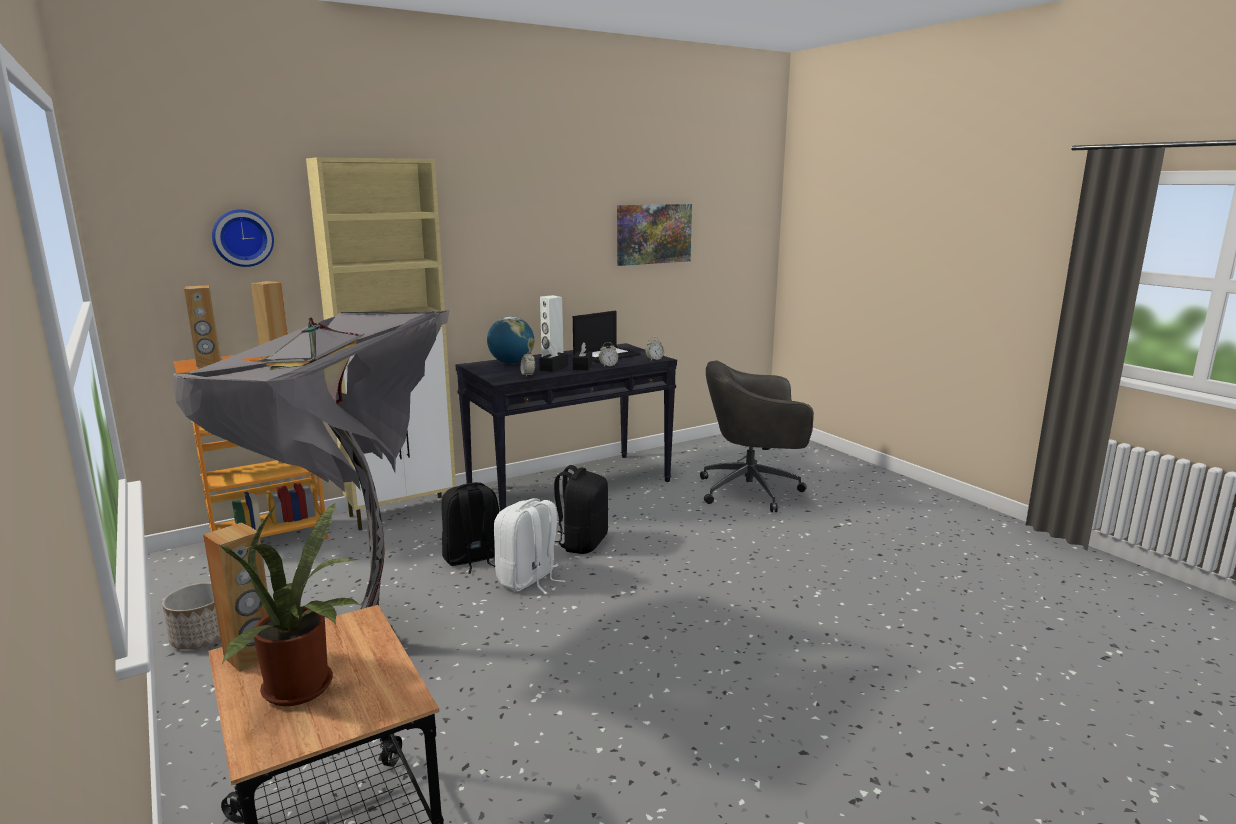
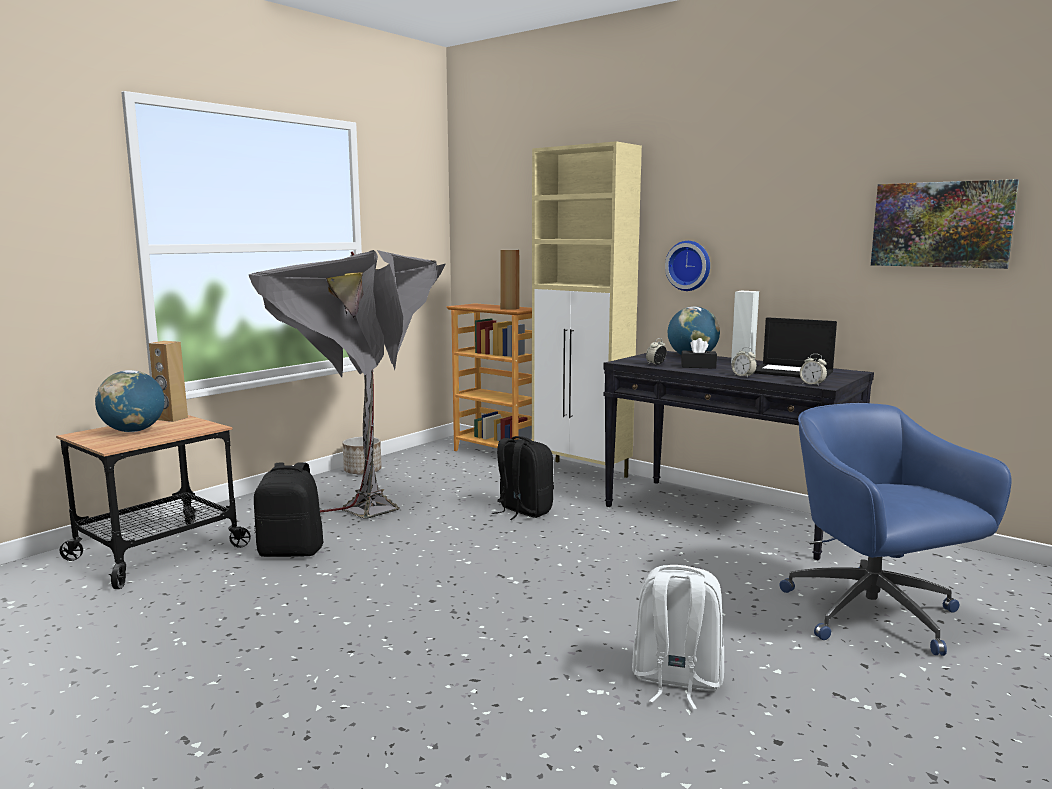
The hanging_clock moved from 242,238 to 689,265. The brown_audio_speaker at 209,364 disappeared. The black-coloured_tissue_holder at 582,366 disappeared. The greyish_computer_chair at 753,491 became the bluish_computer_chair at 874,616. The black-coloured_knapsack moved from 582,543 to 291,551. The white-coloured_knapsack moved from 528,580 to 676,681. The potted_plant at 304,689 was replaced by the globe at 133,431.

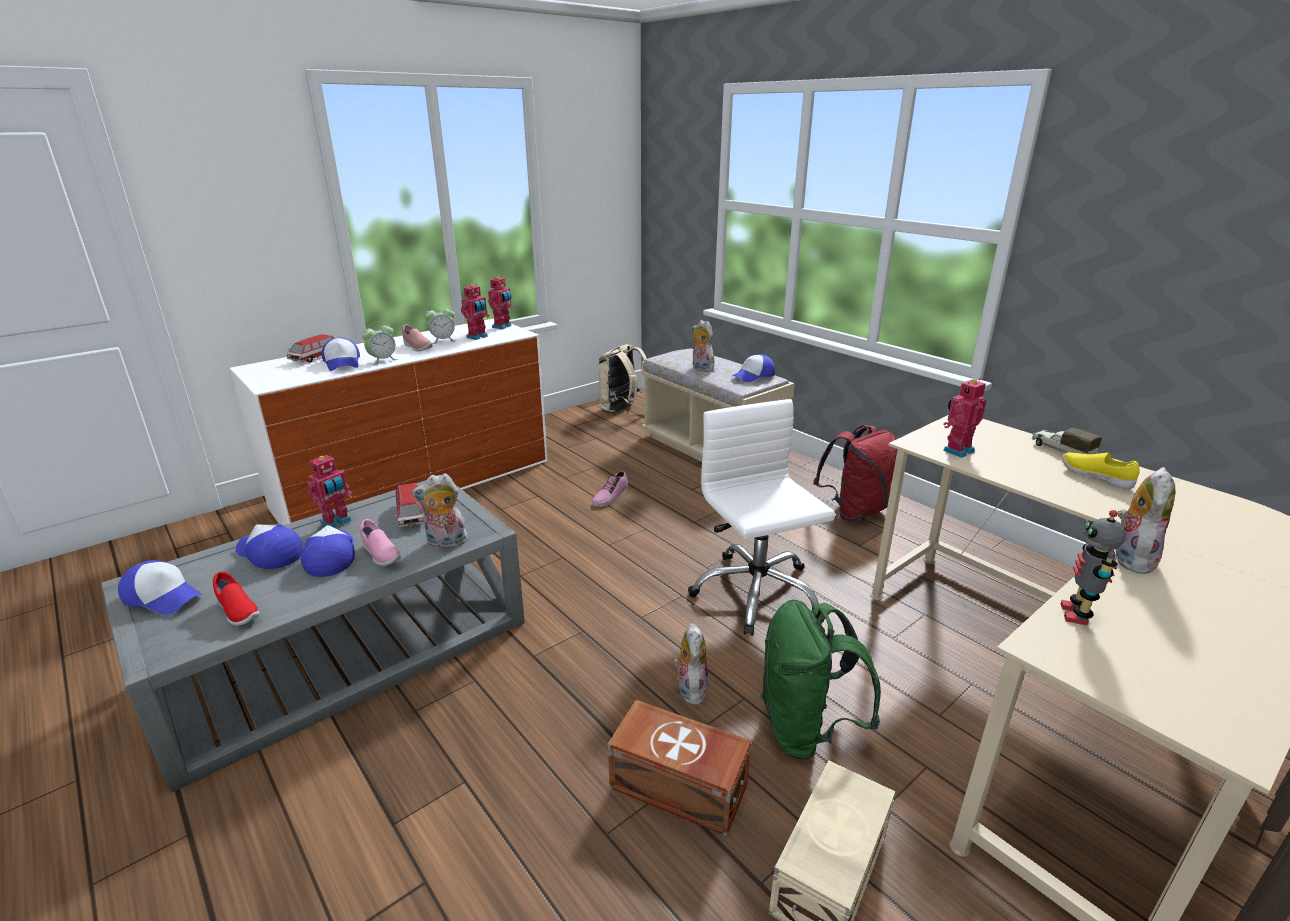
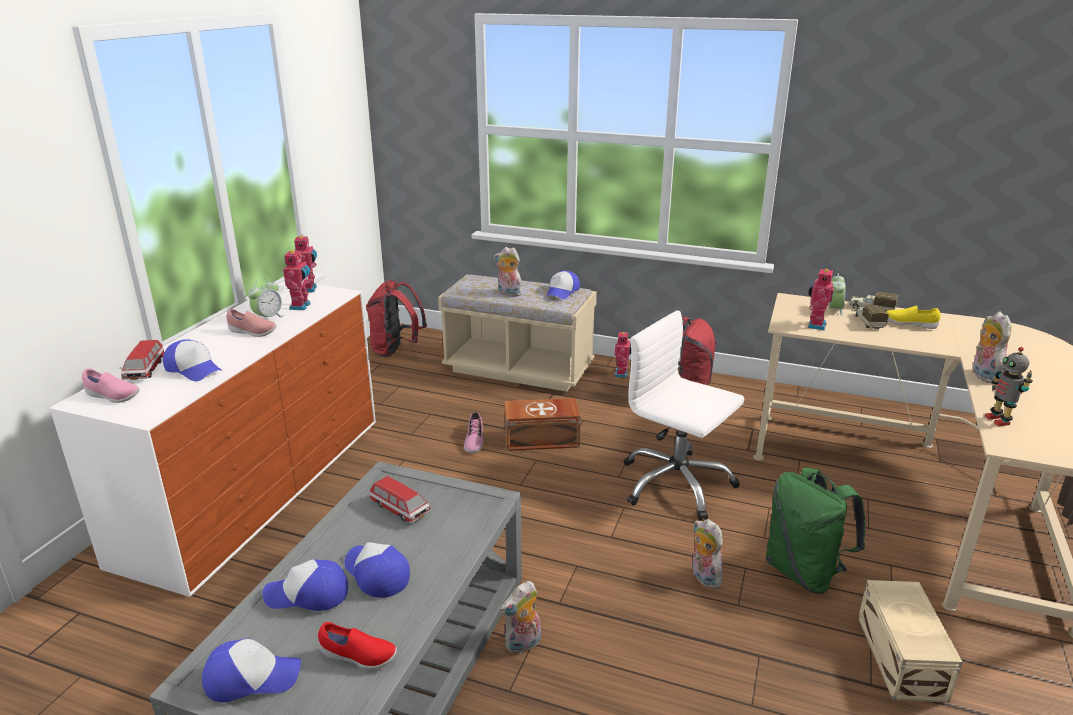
The bedside_clock moved from 382,360 to 834,310. The beige-coloured_knapsack at 623,410 became the reddish_knapsack at 396,350. The robot_figure moved from 337,522 to 622,374. The cuddly_toy moved from 445,543 to 523,645. The pink_shoe moved from 380,554 to 112,396. The brown_storage_container moved from 679,788 to 542,440. The toy_lorry at 868,322 appeared.

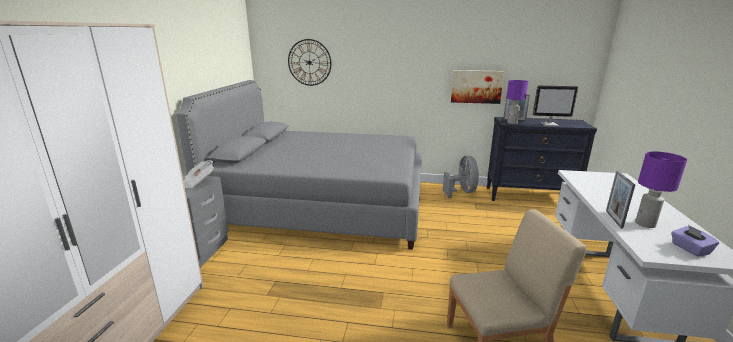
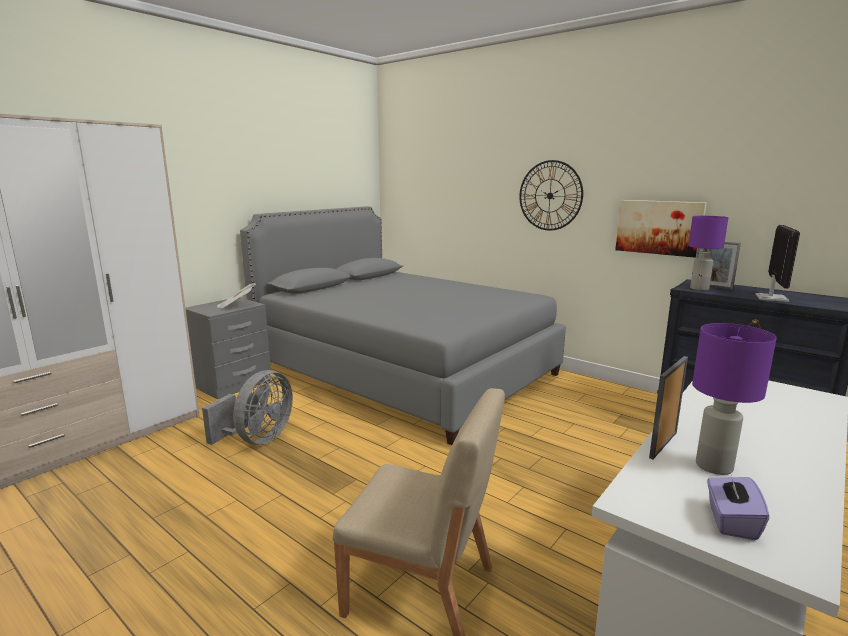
The hanging_clock moved from 309,62 to 550,195. The computer_display at 550,124 turned 105 degrees counterclockwise. The greyish_fan moved from 462,192 to 258,439.

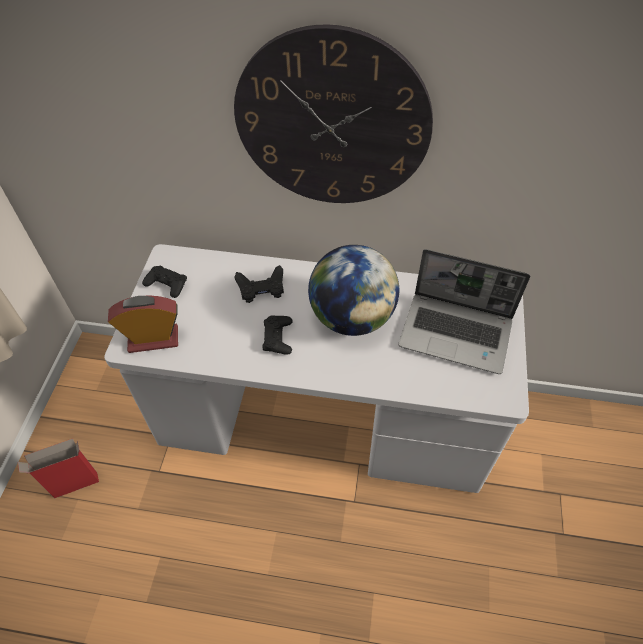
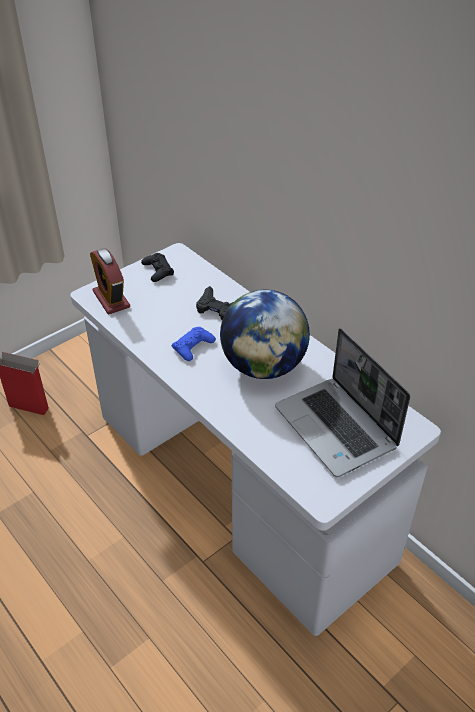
The hanging_clock at 332,123 disappeared. The bedside_clock at 153,339 turned 150 degrees counterclockwise. The black-coloured_gamepad at 278,337 became the bluish_gamepad at 193,347.

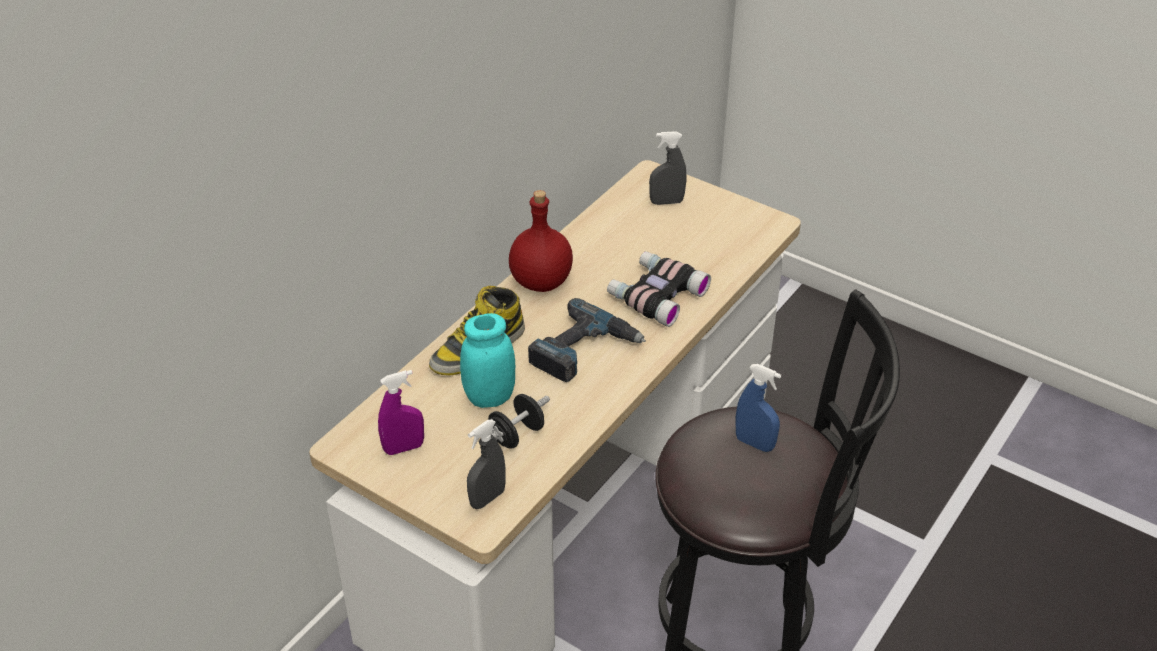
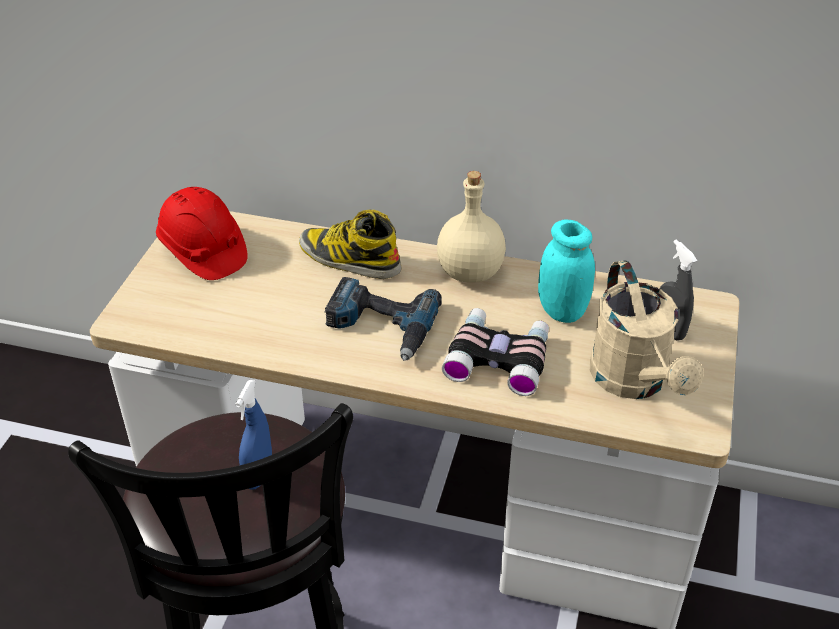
The reddish_drink_bottle at 542,282 became the beige-coloured_drink_bottle at 469,273. The turquoise_jar moved from 489,397 to 562,311. The purple-coloured_spray_bottle at 404,448 was replaced by the reddish_hard_hat at 203,251. The black-coloured_free_weight at 516,435 disappeared. The greyish_spray_bottle at 487,498 disappeared. The beige-coloured_watering_pot at 635,382 appeared.

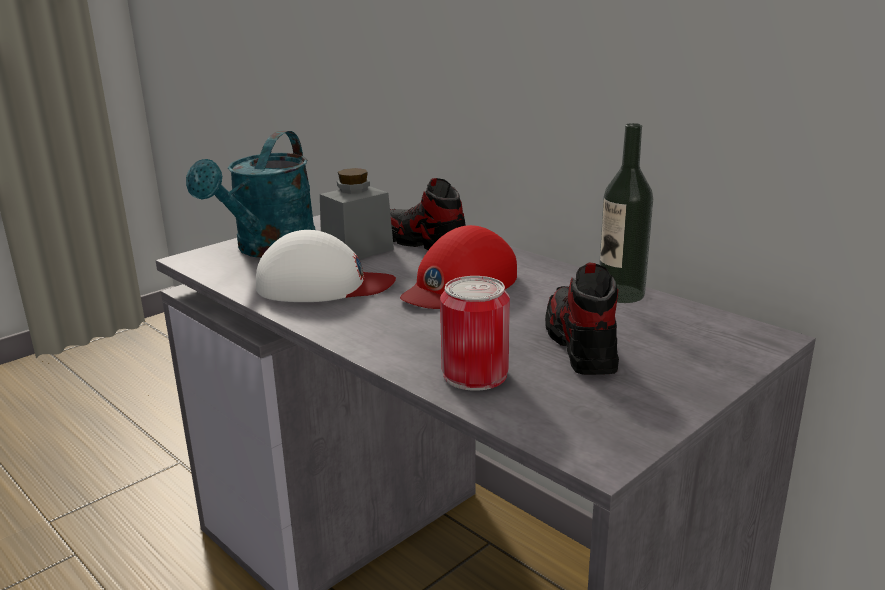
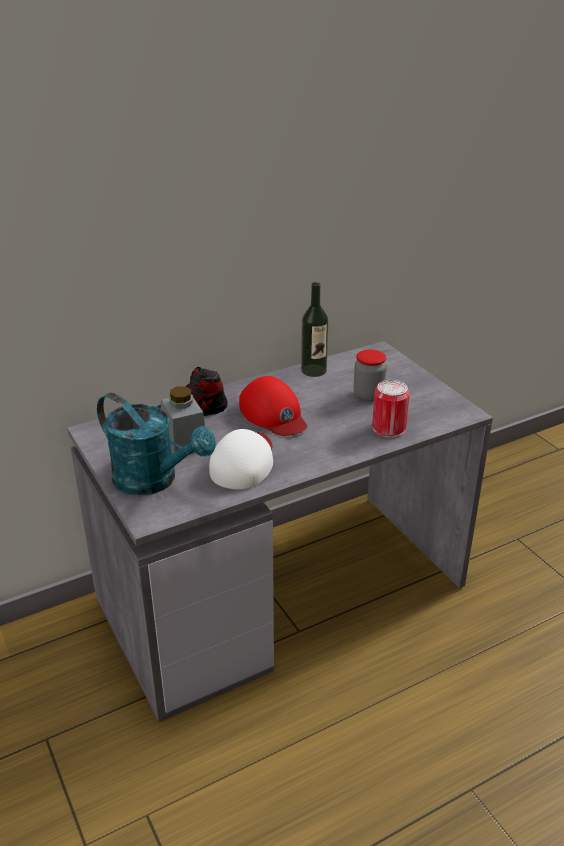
The shoe at 580,345 was replaced by the jar at 368,395.

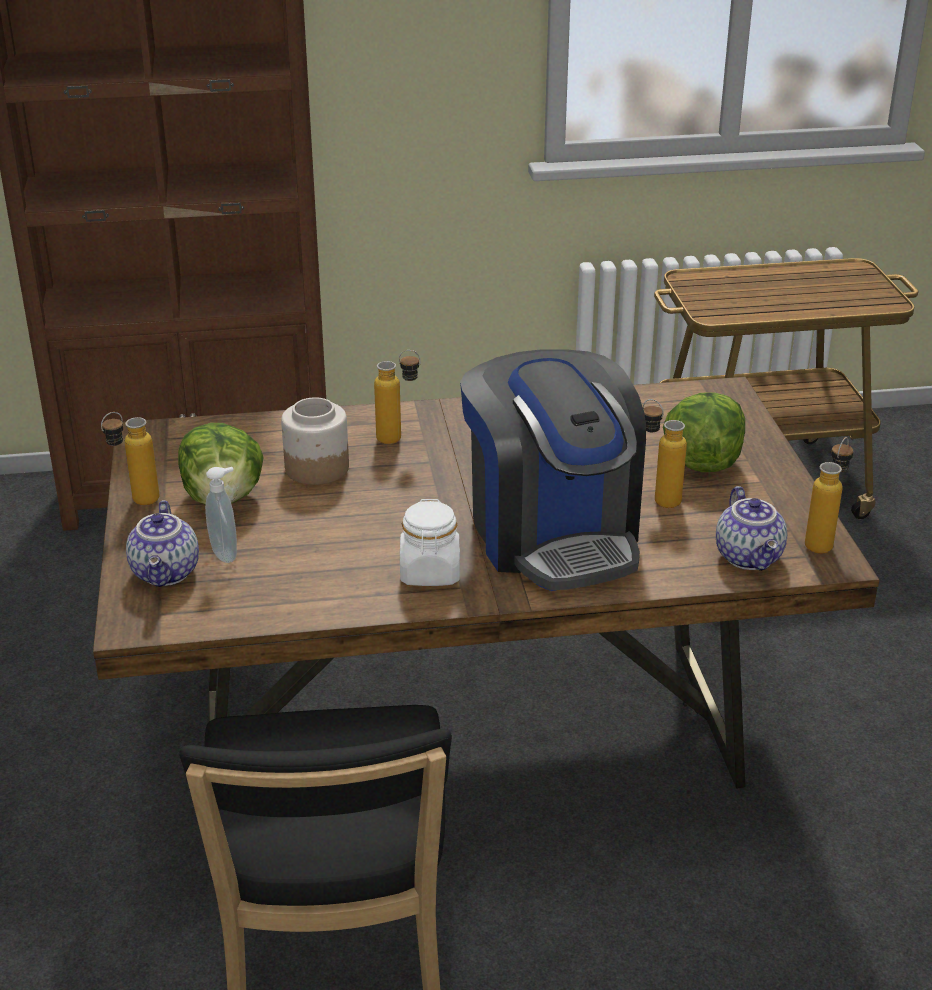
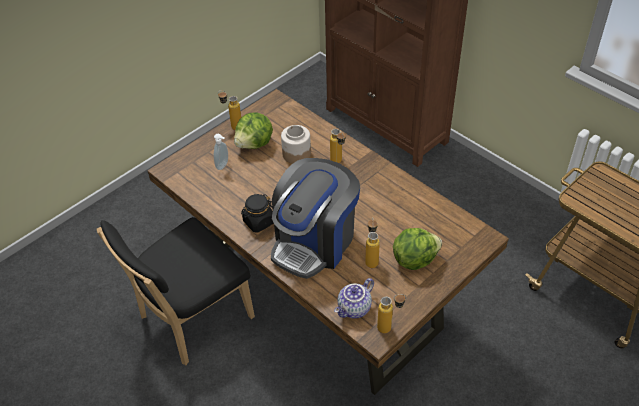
The white-coloured_jar at 430,572 became the black-coloured_jar at 258,222. The teapot at 167,573 disappeared.

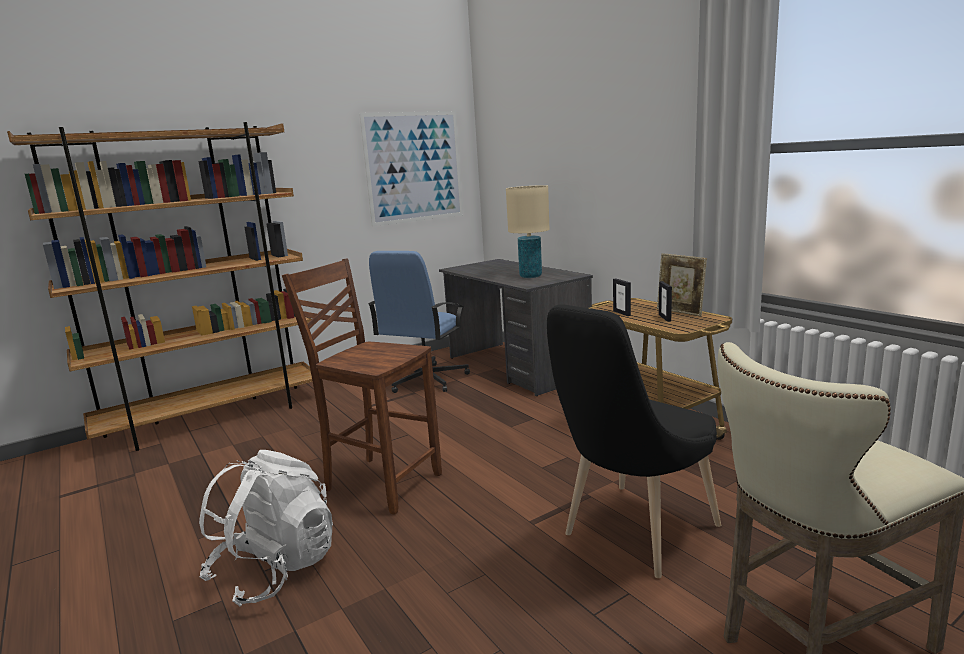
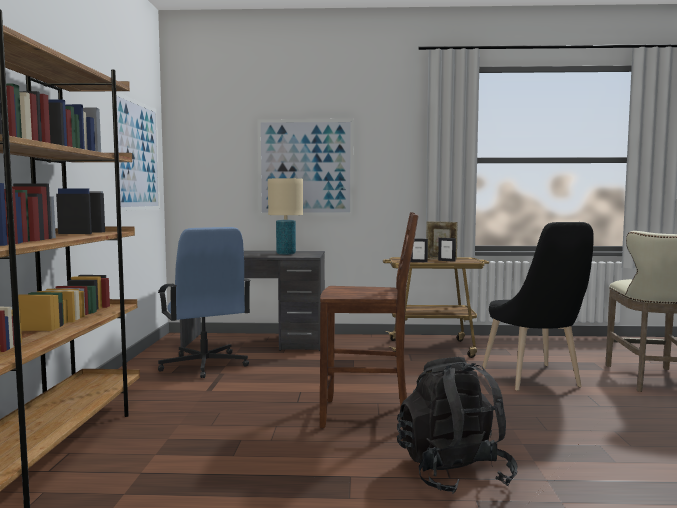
The brown_upright_chair at 381,482 turned 150 degrees counterclockwise. The white-coloured_knapsack at 275,569 became the black-coloured_knapsack at 453,473. The picture at 305,167 appeared.

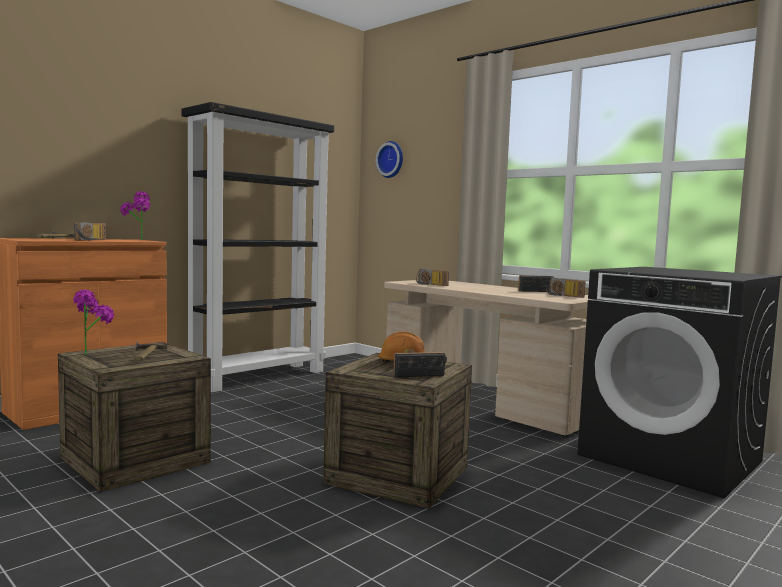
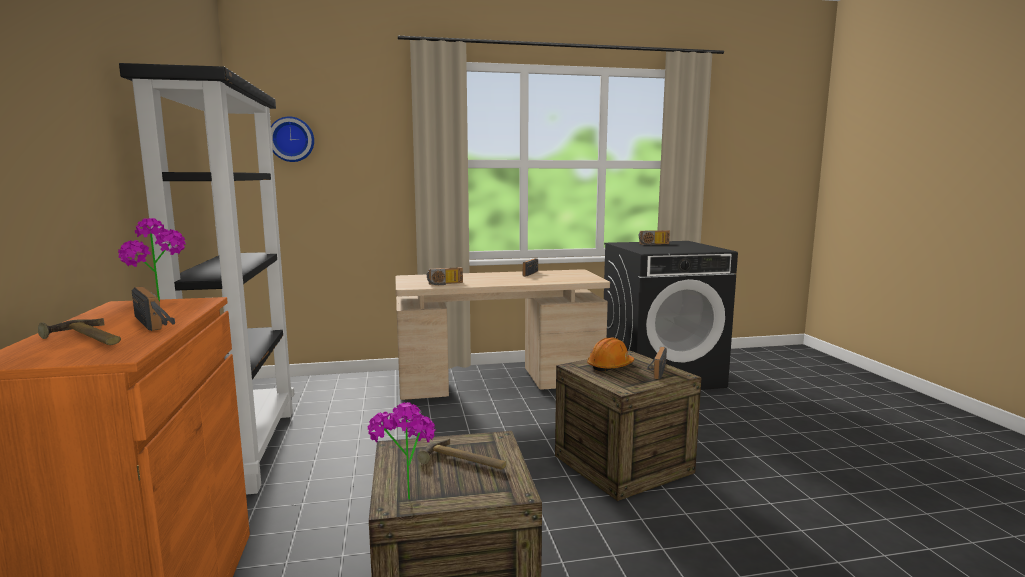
The radio_receiver moved from 563,295 to 654,244.

